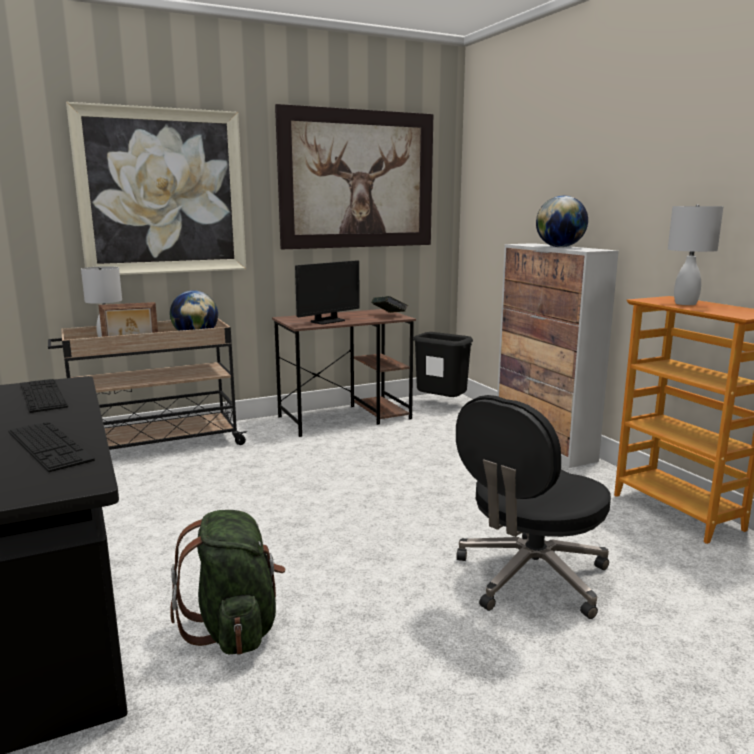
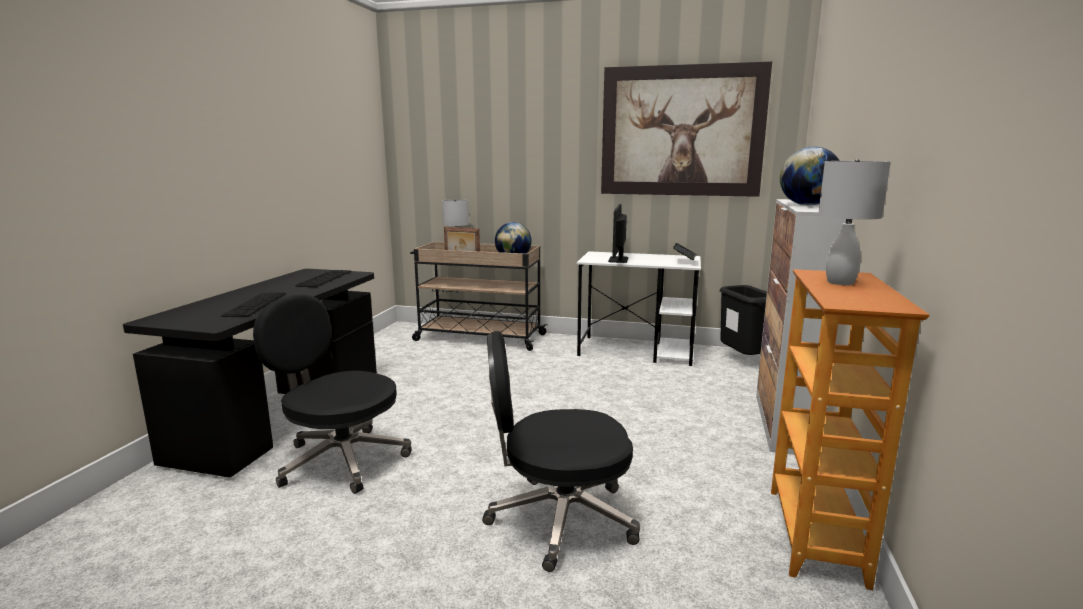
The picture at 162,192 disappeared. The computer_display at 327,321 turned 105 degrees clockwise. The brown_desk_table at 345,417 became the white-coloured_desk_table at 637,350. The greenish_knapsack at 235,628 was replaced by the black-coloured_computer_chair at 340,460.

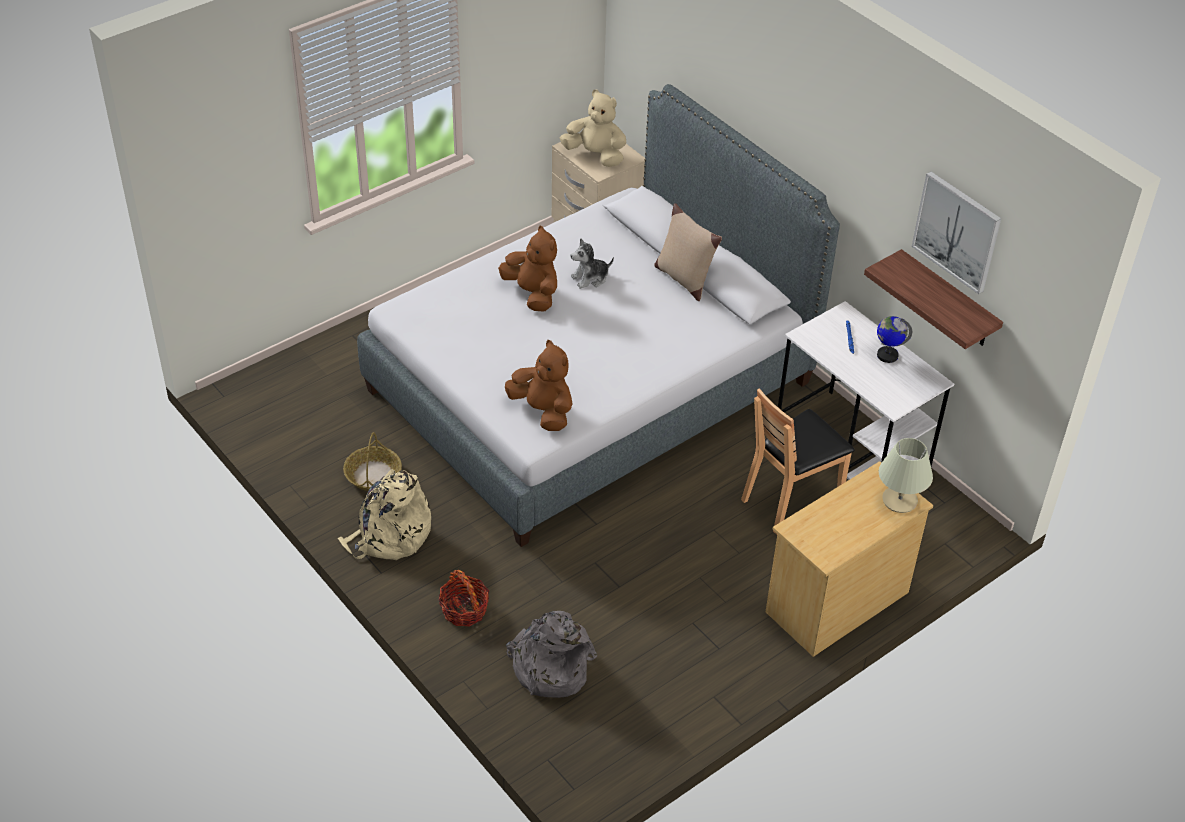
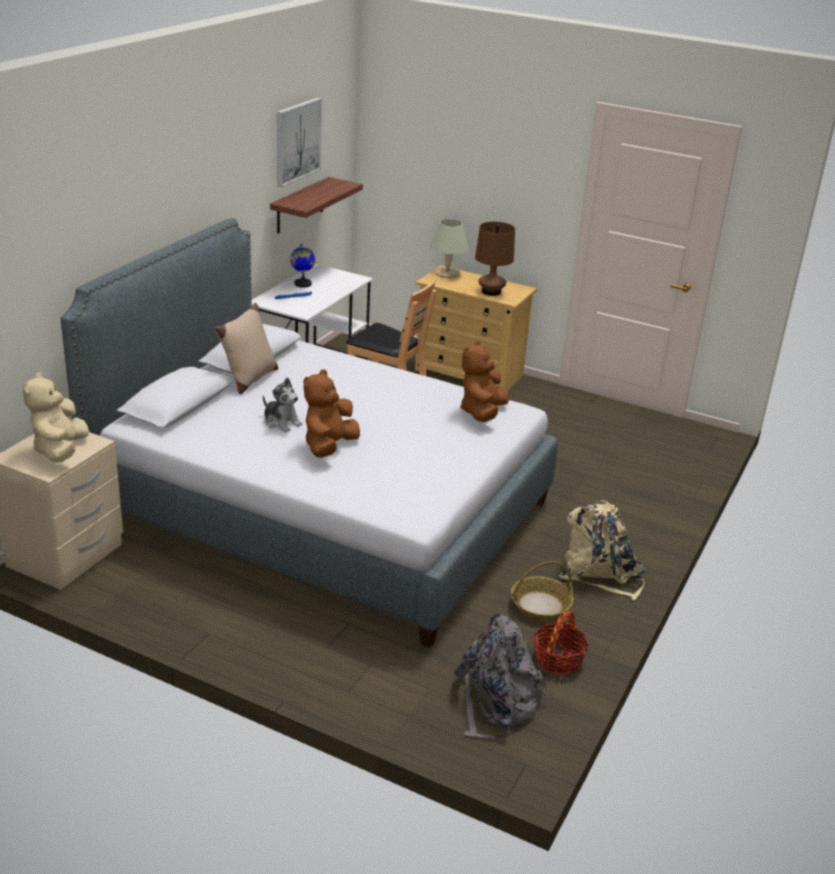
The household_basket moved from 464,610 to 558,659. The greyish_knapsack moved from 550,668 to 496,701. The brown_tabletop_lamp at 491,291 appeared.

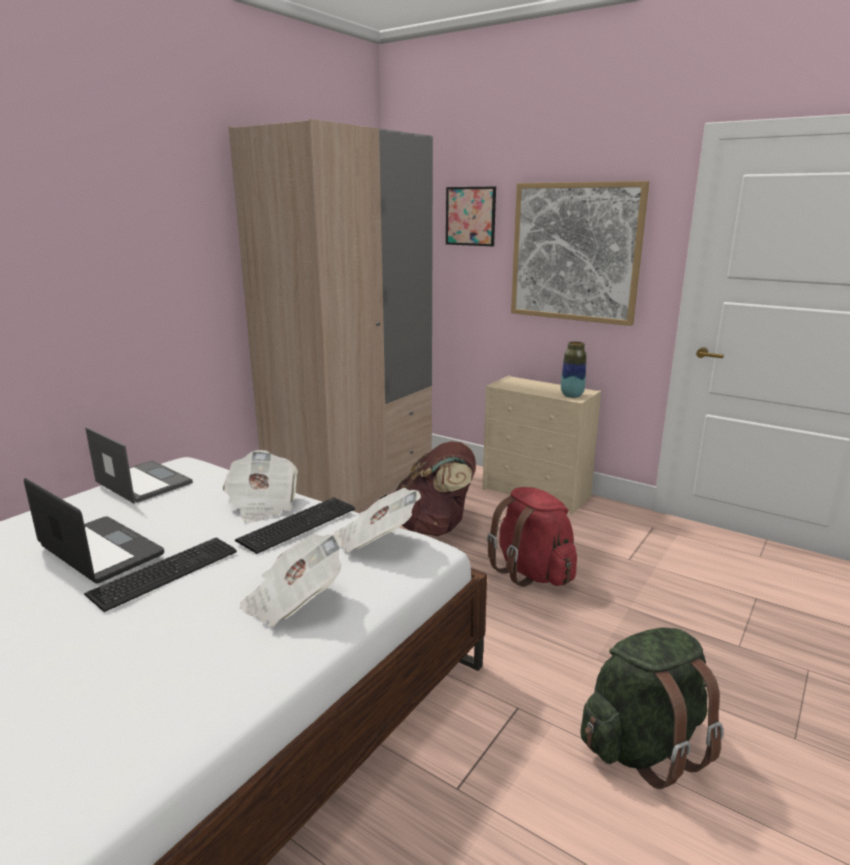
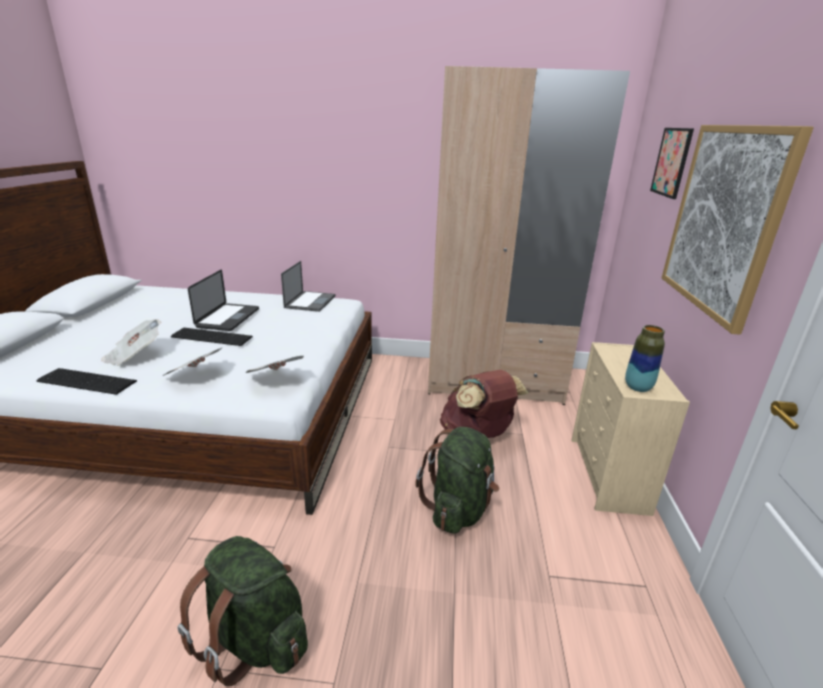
The daily_paper moved from 262,504 to 134,356. The reddish_knapsack at 532,572 became the greenish_knapsack at 458,509. The PC_keyboard moved from 295,524 to 87,380.

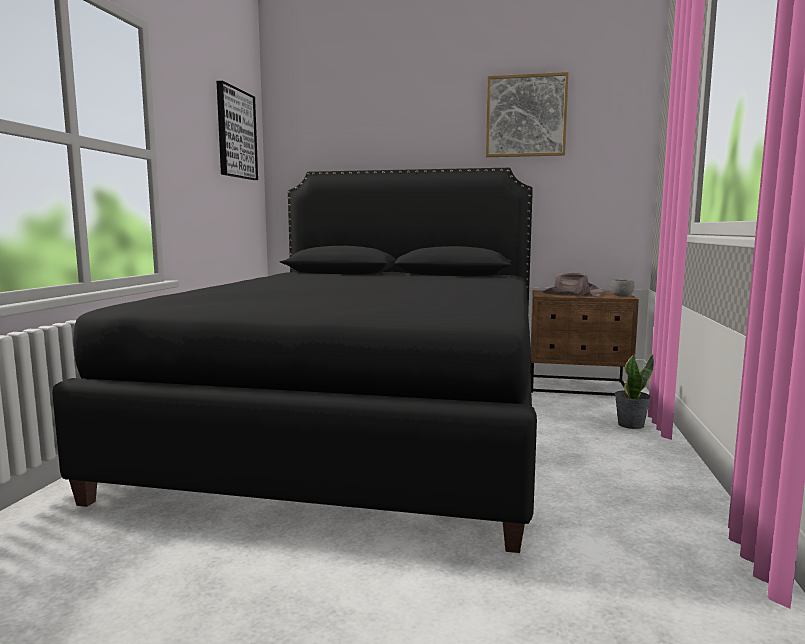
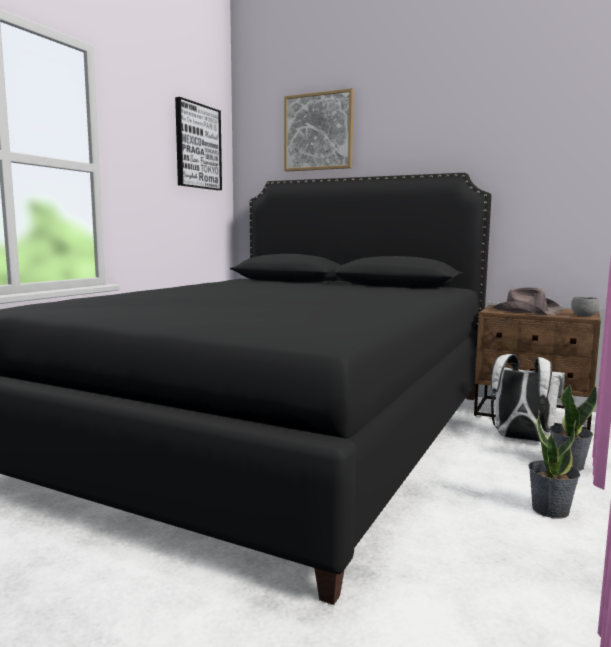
The picture moved from 526,116 to 318,132. The white-coloured_knapsack at 520,439 appeared. The potted_plant at 550,509 appeared.

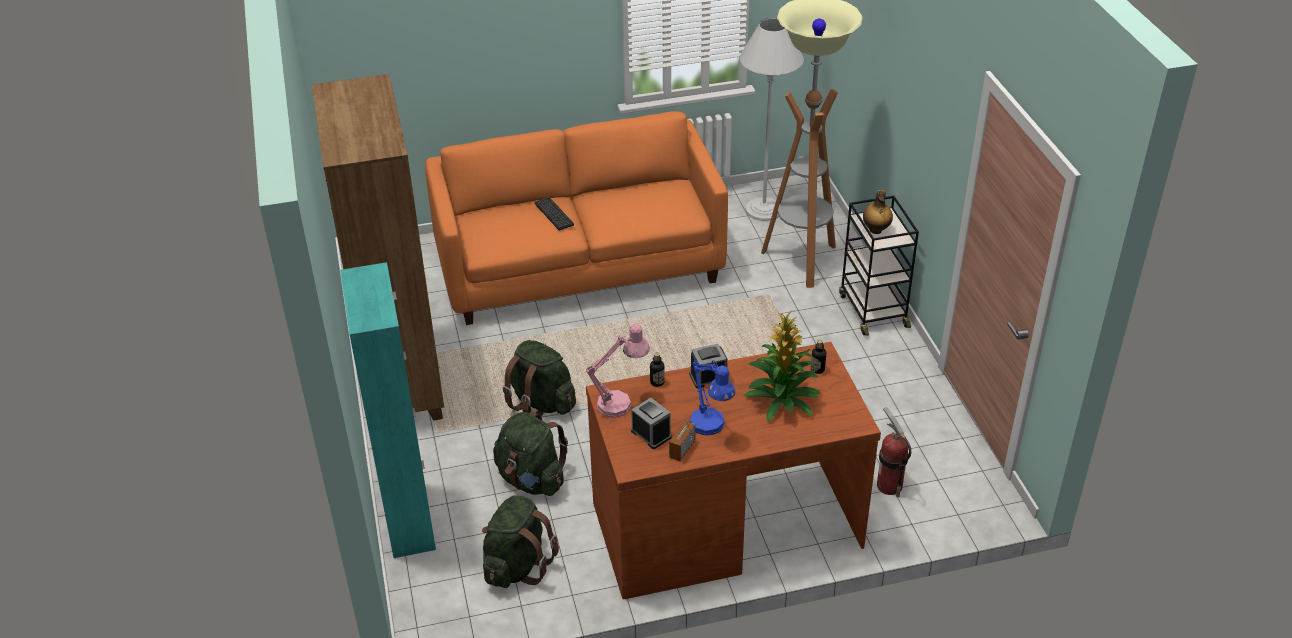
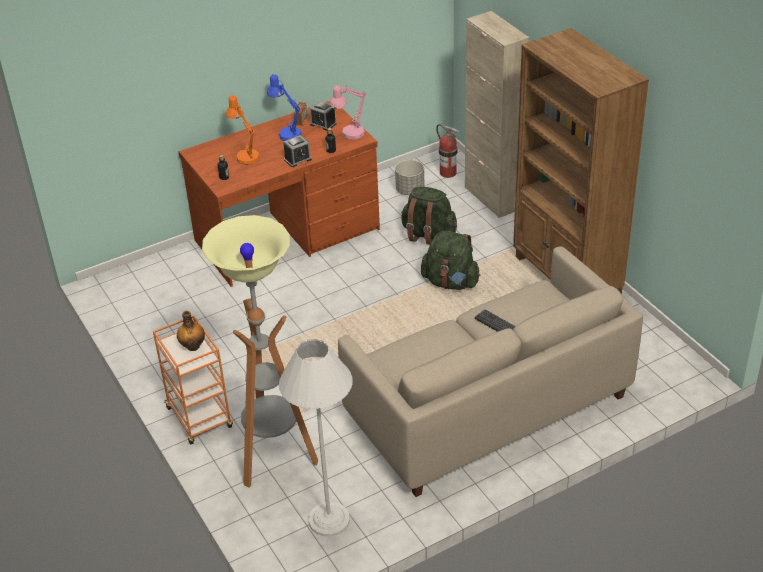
The orange_couch at 579,265 became the beige-coloured_couch at 488,407. The black-coloured_wheeled_cart at 872,310 became the orange_wheeled_cart at 200,418. The turquoise_storage_cabinet at 409,519 became the beige-coloured_storage_cabinet at 492,198. The potted_plant at 781,400 was replaced by the orange_tabletop_lamp at 245,156. The fire_extinguisher moved from 889,485 to 448,173. The greenish_knapsack at 517,566 was replaced by the greyish_plant_pot at 410,190.

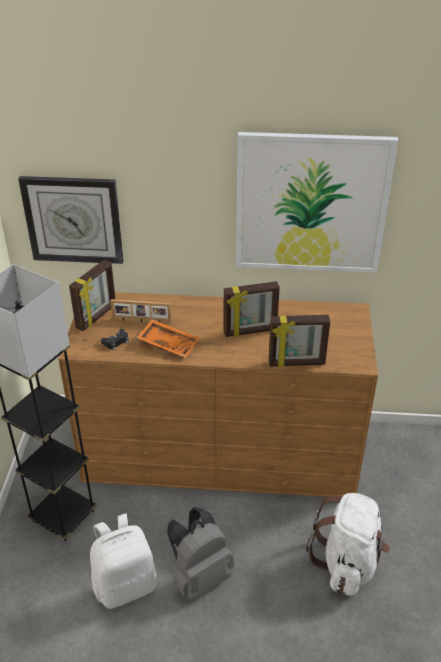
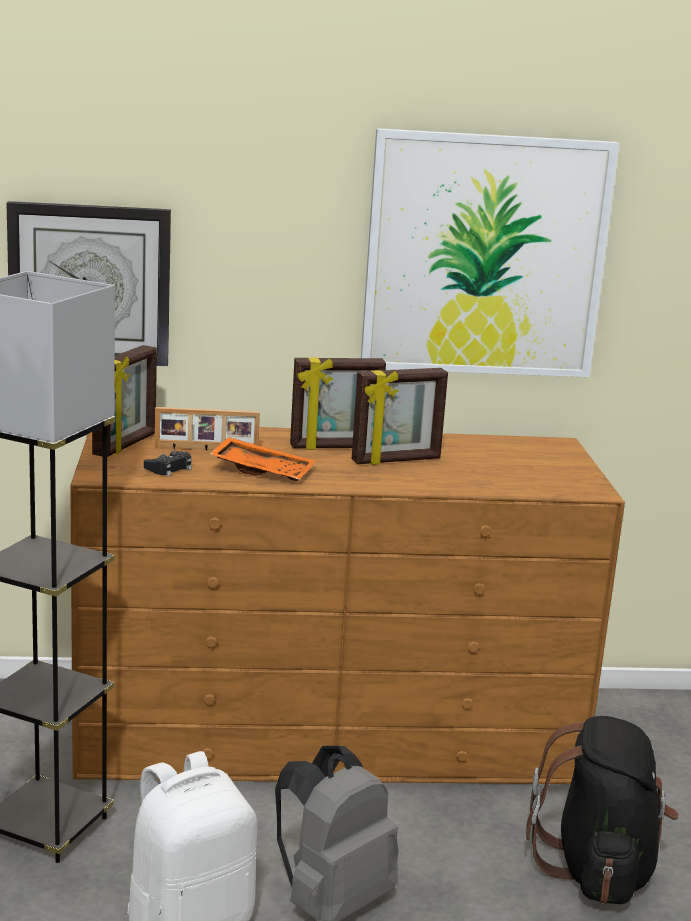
The picture_frame moved from 296,363 to 335,447. The white-coloured_knapsack at 347,563 became the black-coloured_knapsack at 598,869.

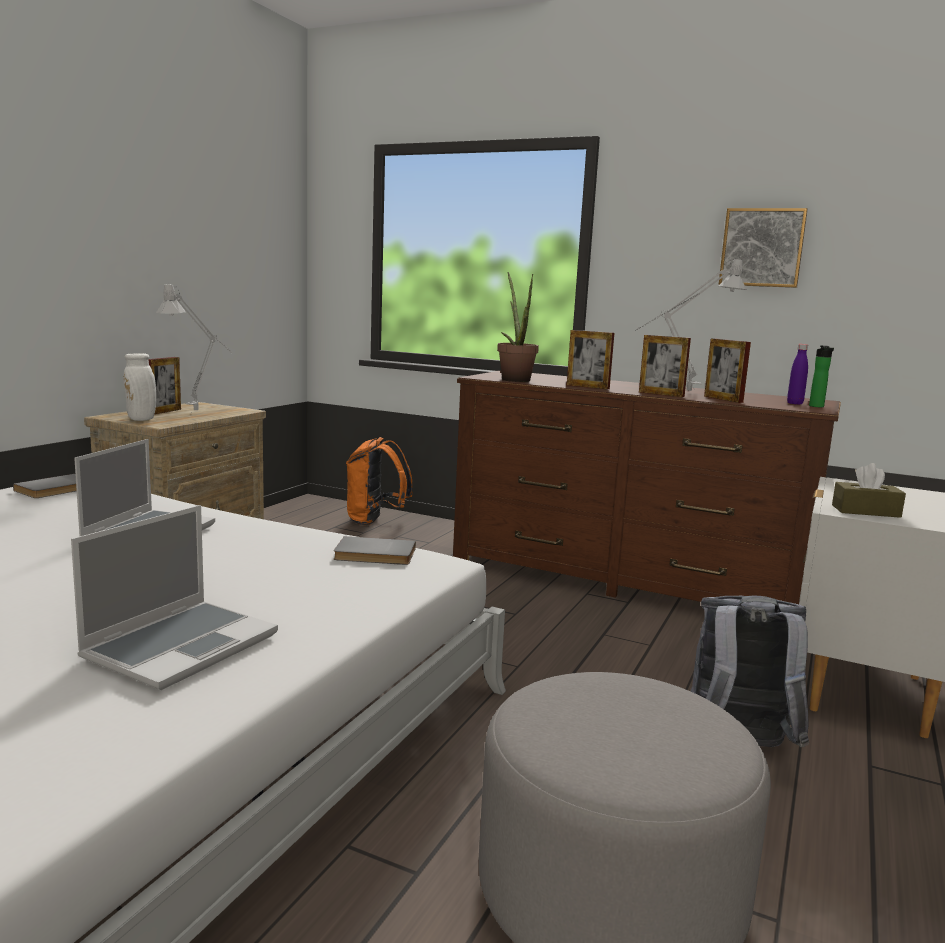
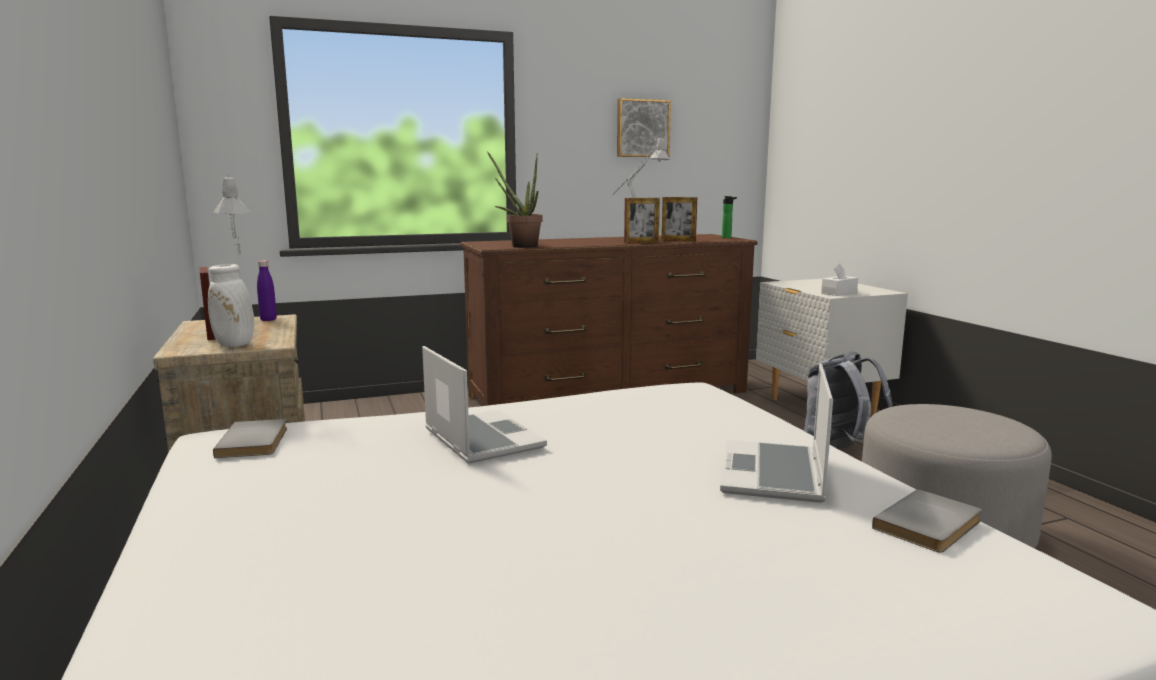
The picture_frame at 587,387 disappeared. The purple-coloured_drink_bottle moved from 794,403 to 268,319. The orange_knapsack at 375,521 disappeared. The brown_tissue_holder at 865,511 became the white-coloured_tissue_holder at 839,293. The notebook_computer at 182,645 turned 150 degrees counterclockwise. The greyish_book moved from 374,555 to 931,525.

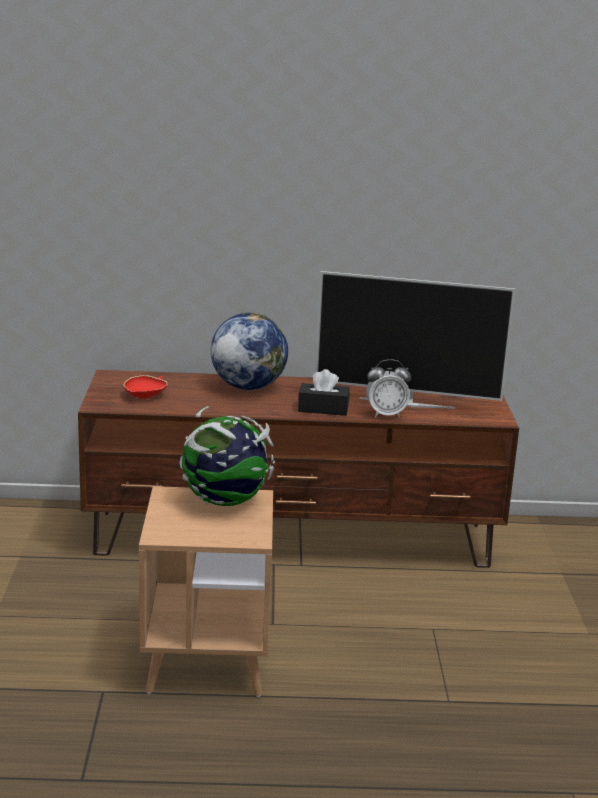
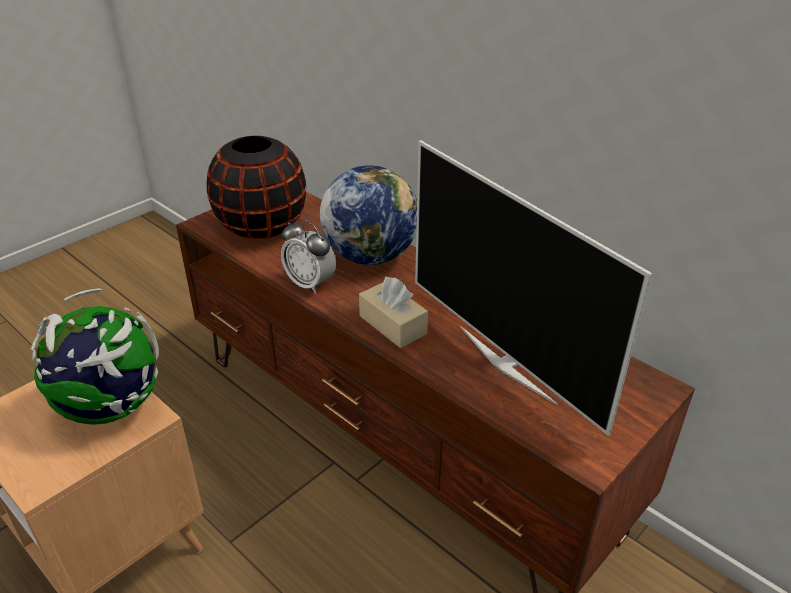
The bedside_clock moved from 386,414 to 310,283. The black-coloured_tissue_holder at 323,409 became the beige-coloured_tissue_holder at 393,325. The reddish_deep_dish at 145,395 was replaced by the black-coloured_decorative_vase at 262,227.

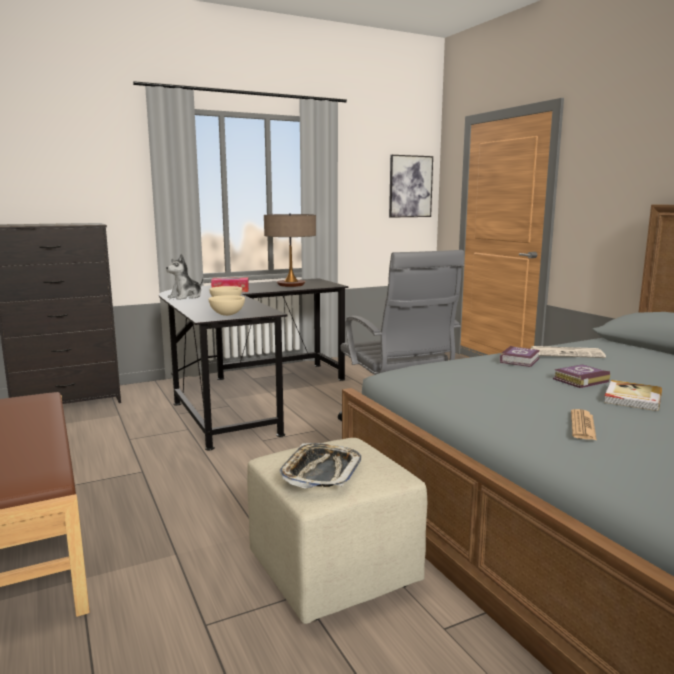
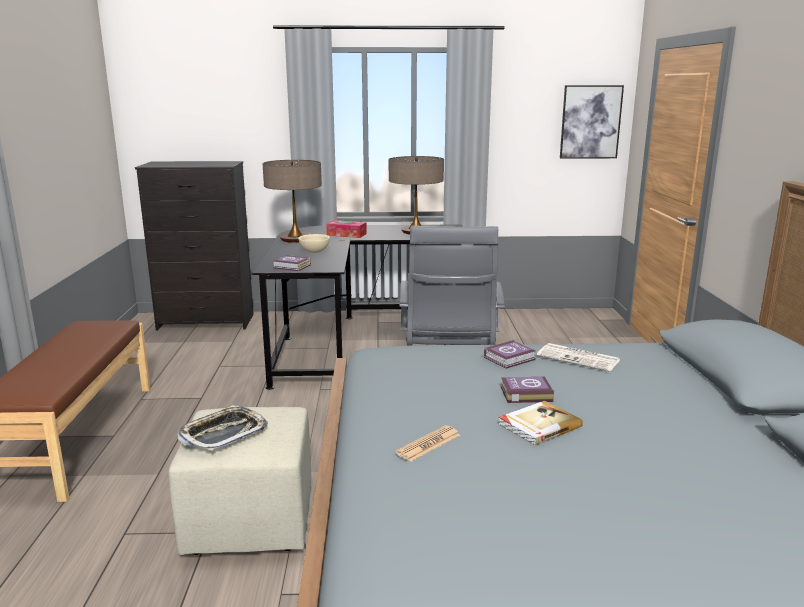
The cuddly_toy at 186,297 was replaced by the tabletop_lamp at 295,239. The beige-coloured_deep_dish at 227,315 was replaced by the book at 292,266.

